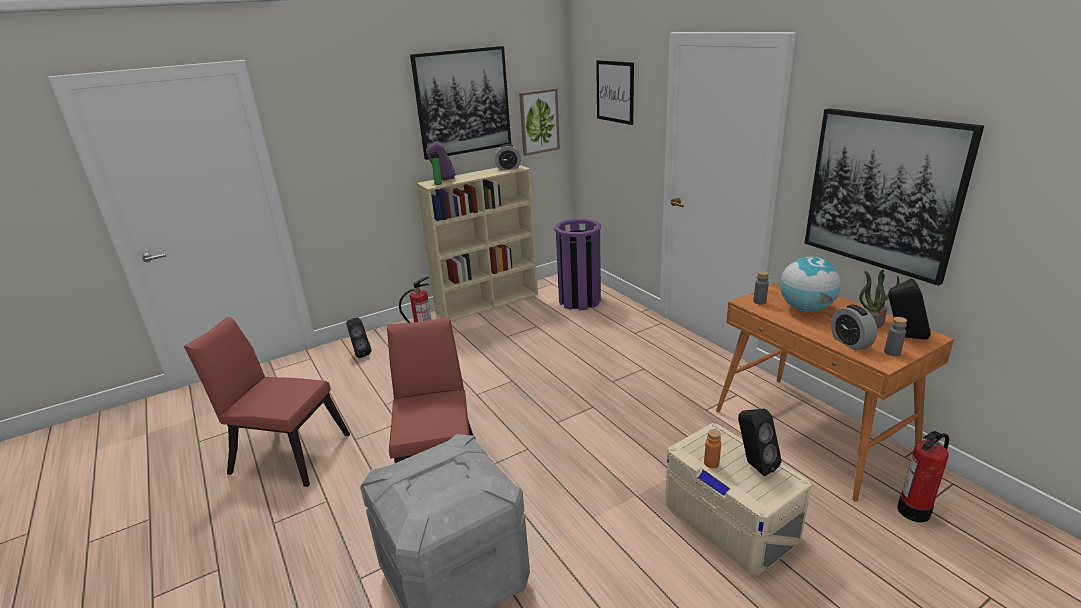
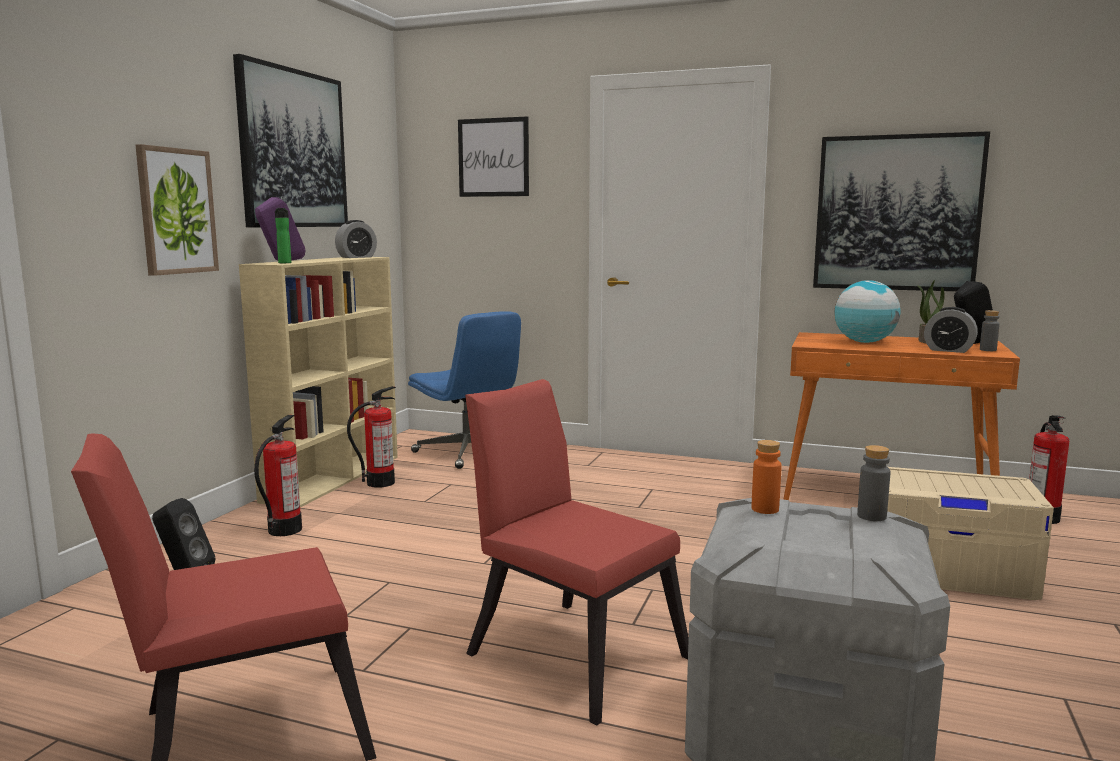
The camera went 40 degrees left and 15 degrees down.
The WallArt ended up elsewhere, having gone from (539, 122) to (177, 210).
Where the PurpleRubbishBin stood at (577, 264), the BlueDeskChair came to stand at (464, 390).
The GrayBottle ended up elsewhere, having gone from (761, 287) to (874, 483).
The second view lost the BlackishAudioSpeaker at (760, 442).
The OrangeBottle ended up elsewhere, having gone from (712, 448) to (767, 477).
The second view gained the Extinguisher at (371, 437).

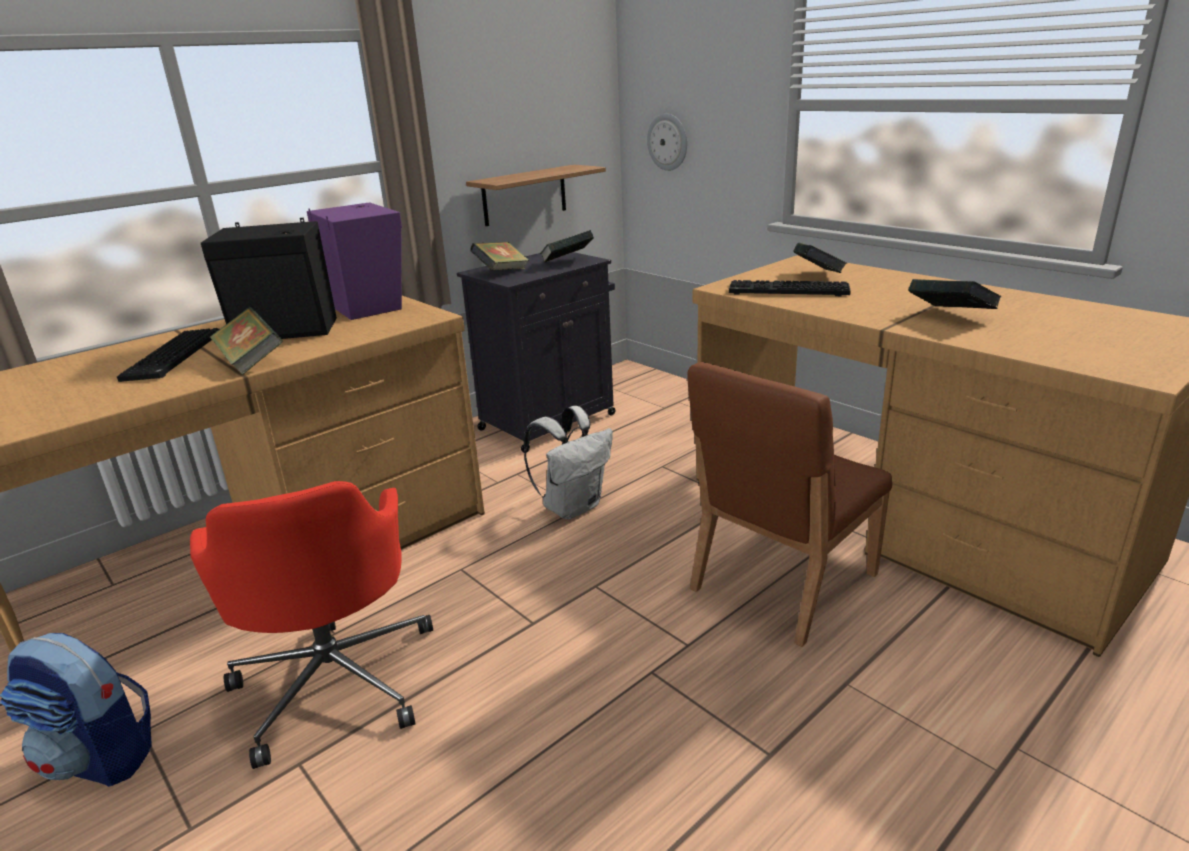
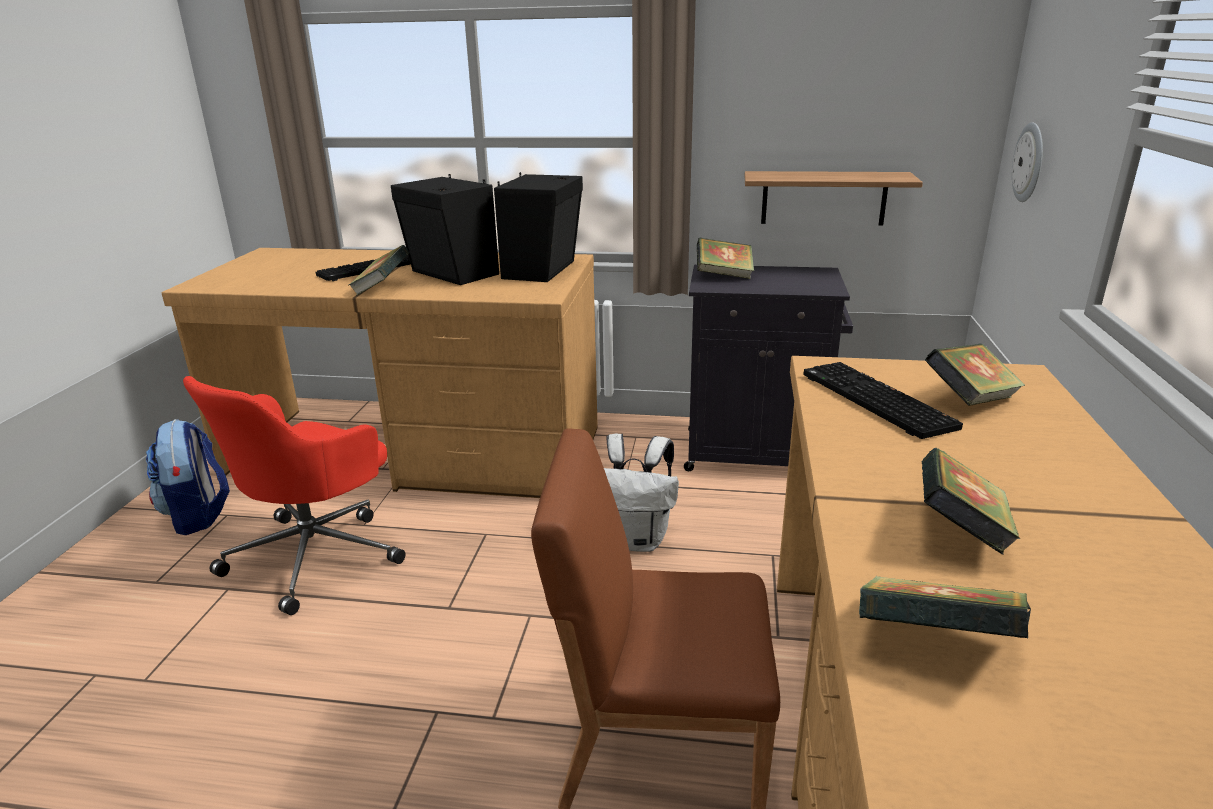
The camera went 50 degrees right and 0 degrees up.
What was the PurpleAudioSpeaker at (354, 261) turned into the BlackishAudioSpeaker at (538, 227).
The BoundBook ended up elsewhere, having gone from (567, 246) to (945, 607).

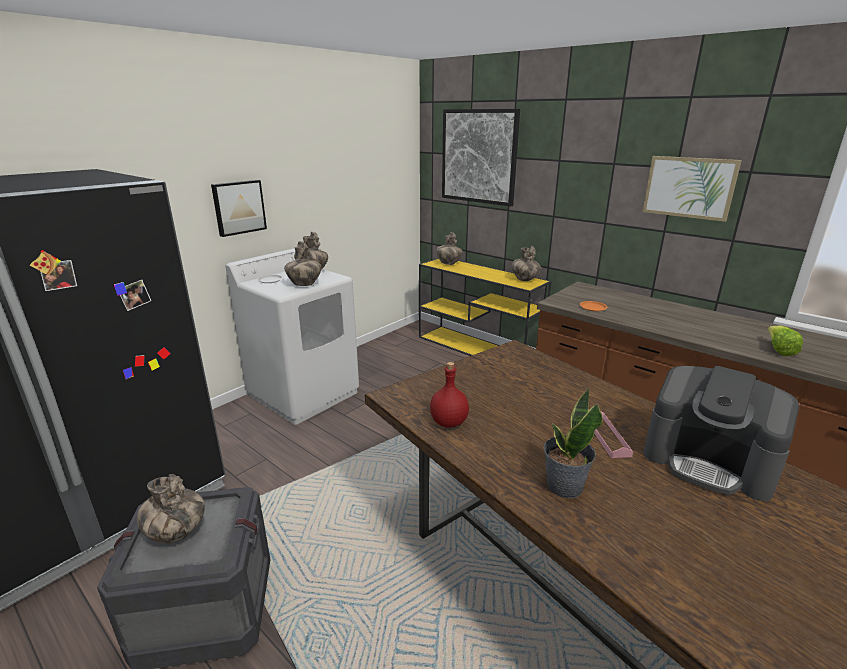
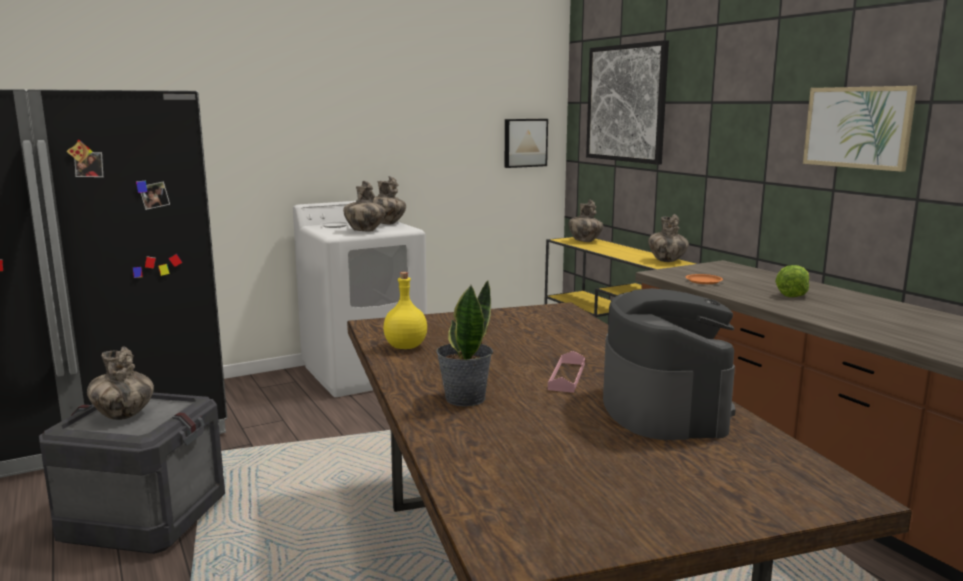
The camera went 20 degrees right and 10 degrees down.
The WallArt ended up elsewhere, having gone from (239, 208) to (526, 143).
The LettuceHead ended up elsewhere, having gone from (785, 341) to (792, 281).
What was the RedColouredBottle at (449, 395) turned into the YellowBottle at (405, 310).
The CoffeeBrewer at (721, 433) ended up facing another way, 150 degrees counterclockwise from before.

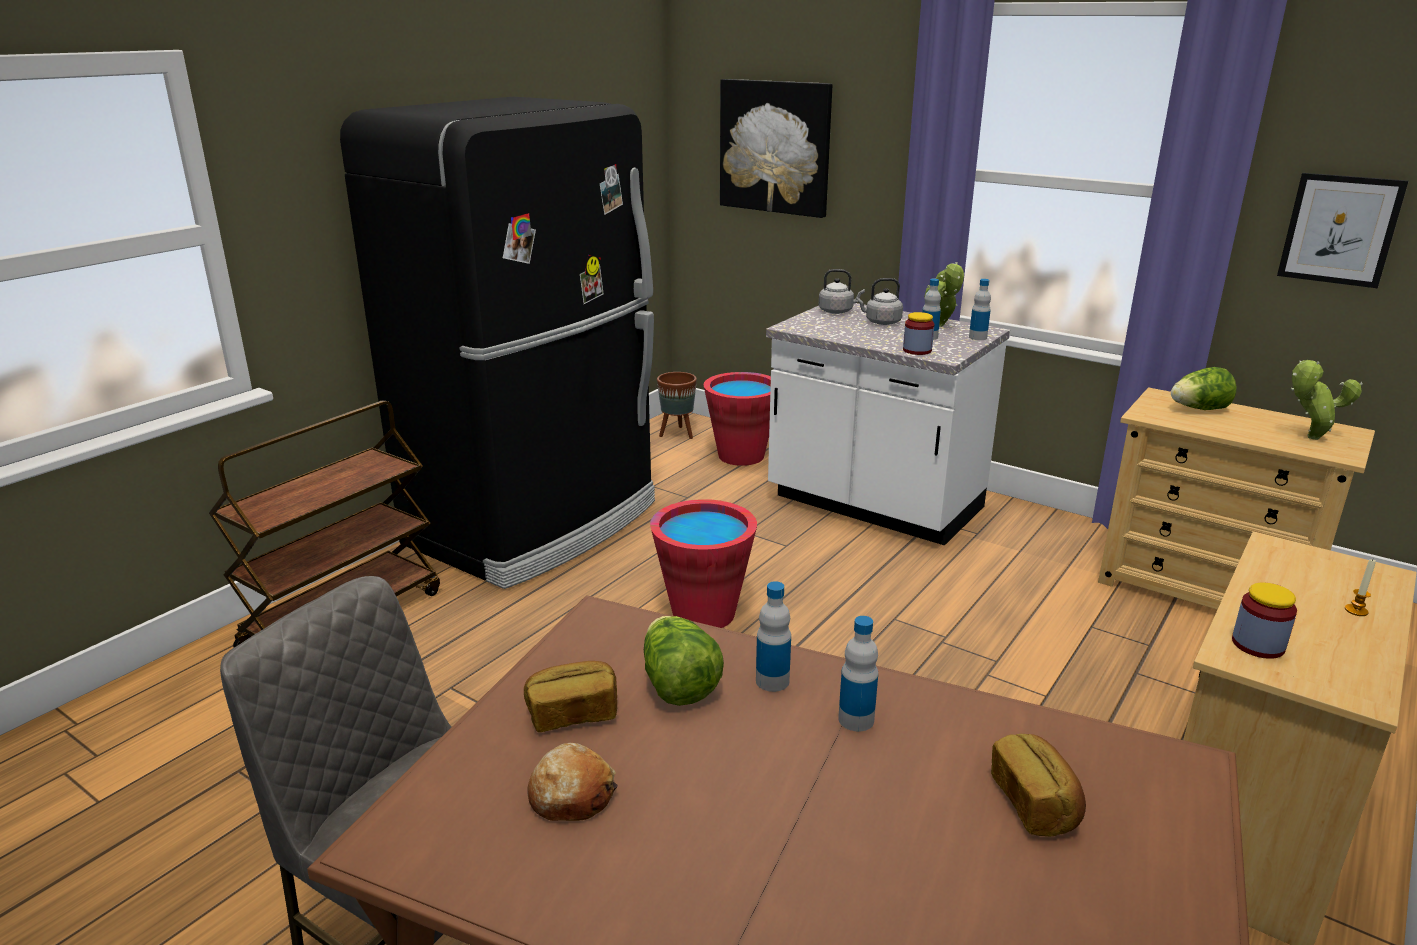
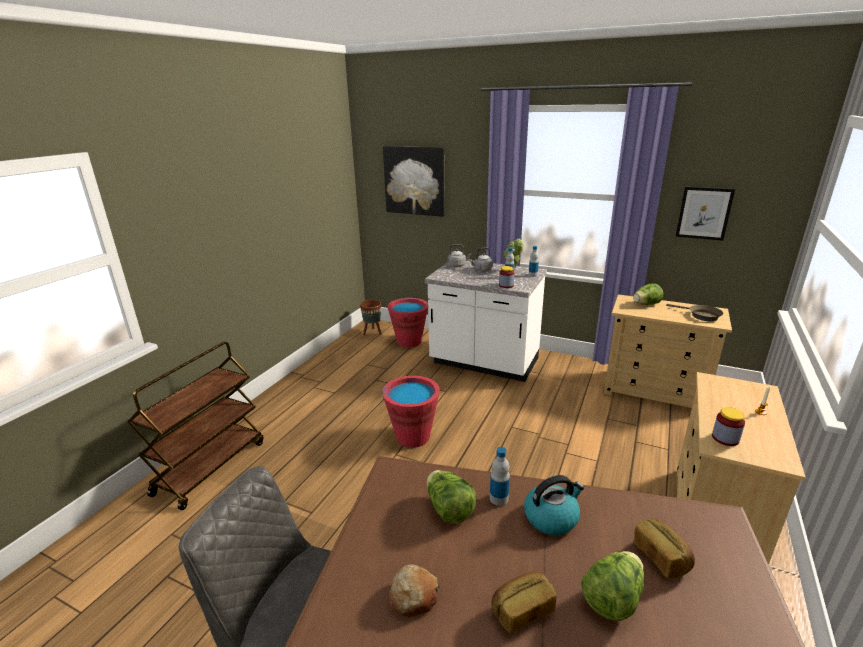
The camera went 10 degrees left and 0 degrees up.
The second view lost the BlackishRefrigerator at (497, 343).
Where the PottedPlant stood at (1327, 400), the BrownPan came to stand at (694, 312).
Where the Bottle stood at (858, 674), the Kettle came to stand at (554, 505).
The BakeryBread ended up elsewhere, having gone from (570, 696) to (524, 603).
The second view gained the LettuceHead at (612, 586).

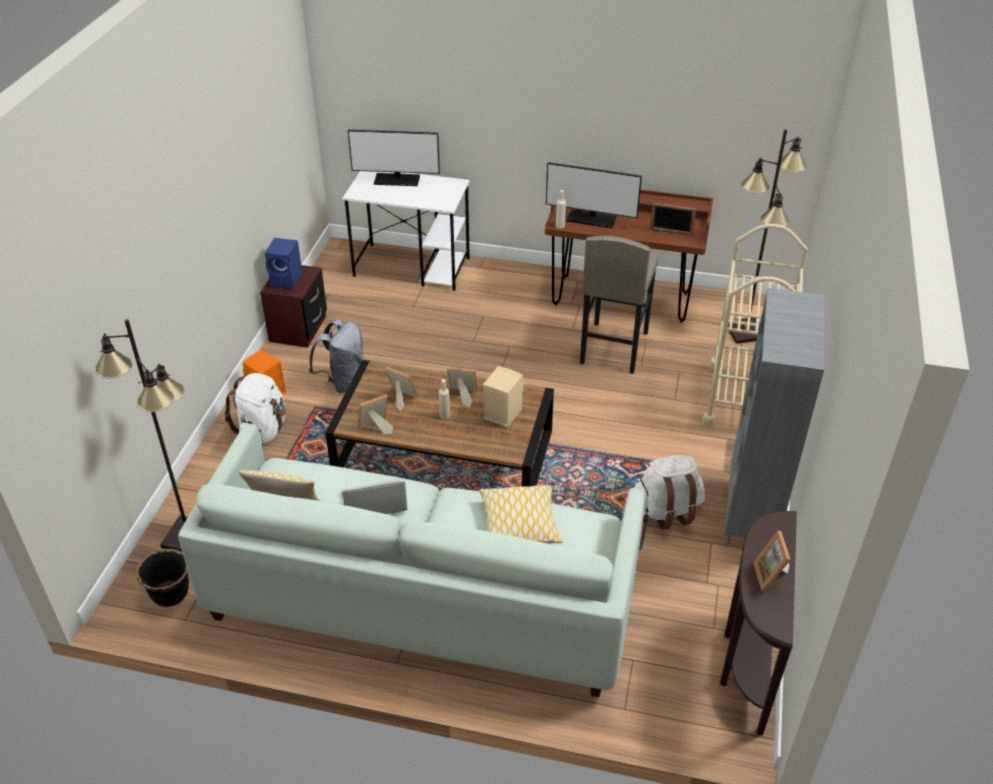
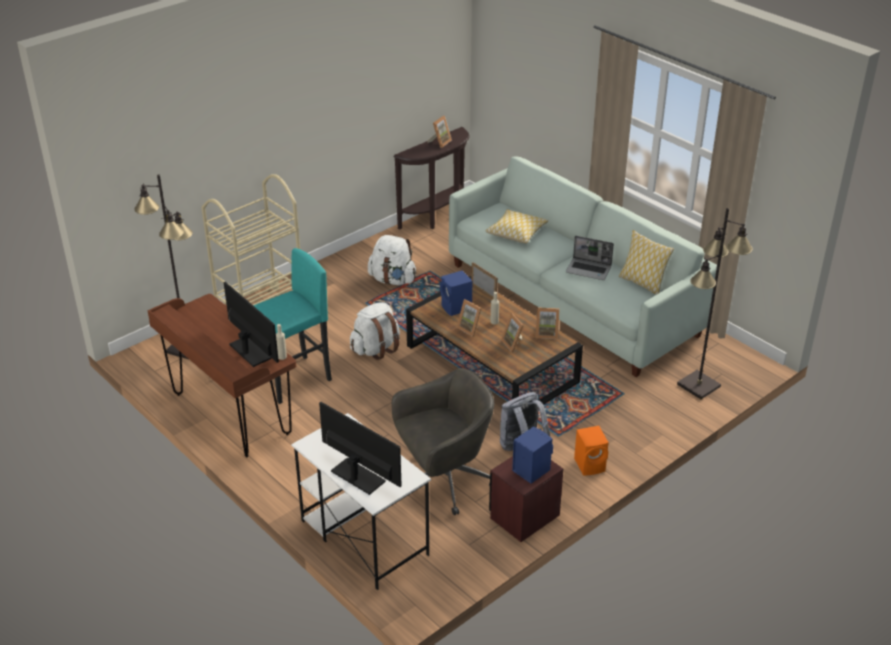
The camera went 145 degrees left and 5 degrees down.
The PictureFrame ended up elsewhere, having gone from (673, 219) to (484, 280).
What was the GraySittingStool at (619, 305) turned into the BlueGreenSittingStool at (292, 326).
The second view lost the GrayBookcase at (775, 417).
What was the BeigeAudioSpeaker at (503, 396) turned into the BlueAudioSpeaker at (456, 293).
The WhiteRucksack ended up elsewhere, having gone from (255, 408) to (375, 331).
The second view lost the BlackishPlanter at (162, 578).
The second view gained the GrayDeskChair at (443, 441).

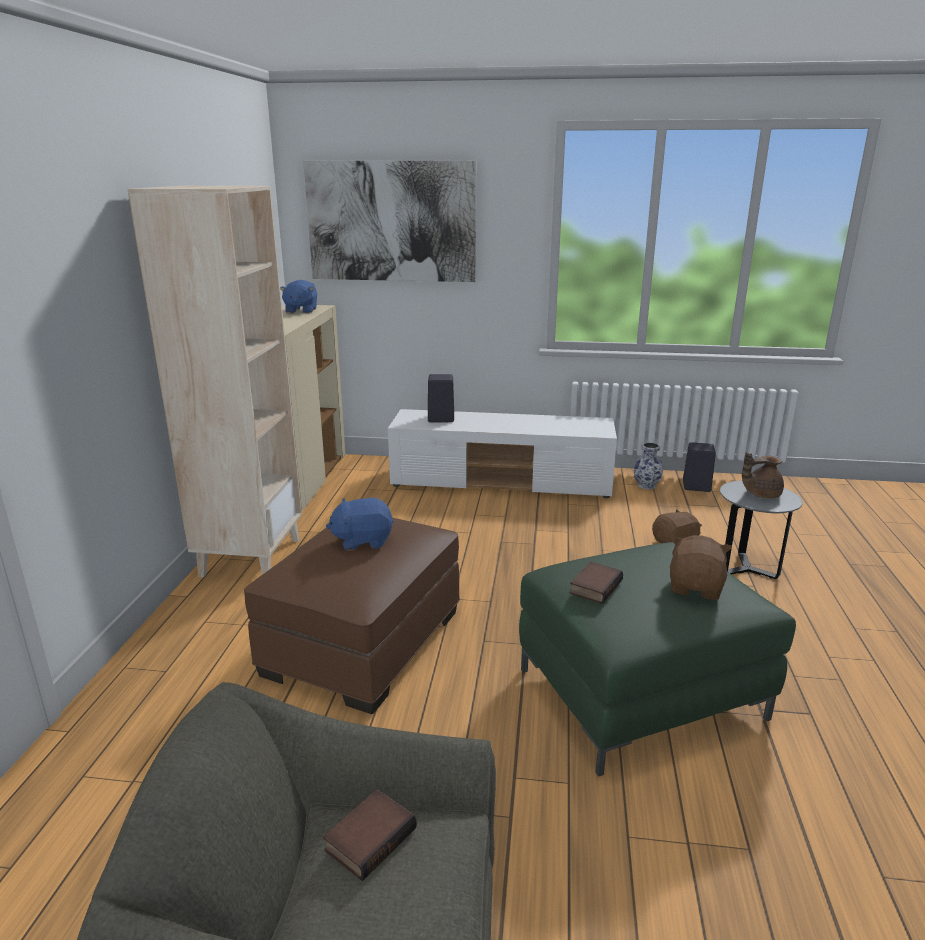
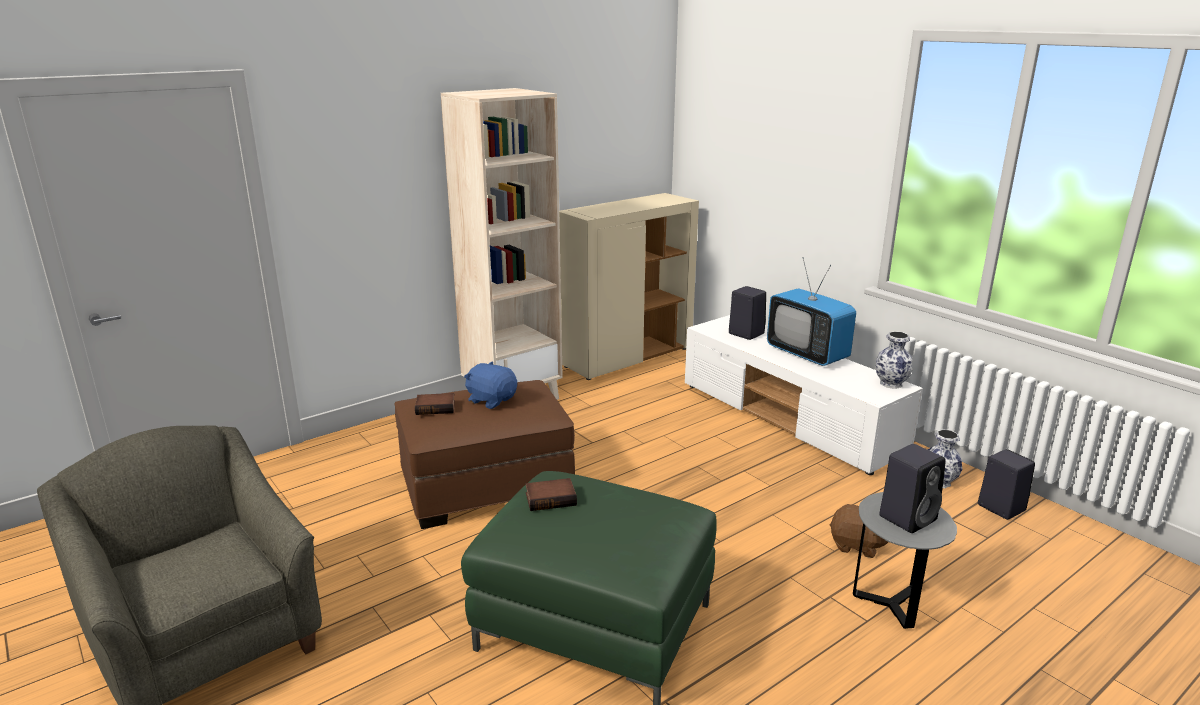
The camera went 45 degrees right and 0 degrees up.
The second view lost the WallArt at (389, 221).
The second view lost the BluePlushToy at (298, 296).
Where the BrownPotForTea stood at (763, 475), the BlackishAudioSpeaker came to stand at (912, 488).
The second view lost the BrownPlushToy at (701, 567).
The BoundBook ended up elsewhere, having gone from (370, 835) to (435, 404).
The second view gained the TvSet at (811, 311).
The second view gained the DecorativeVase at (894, 360).

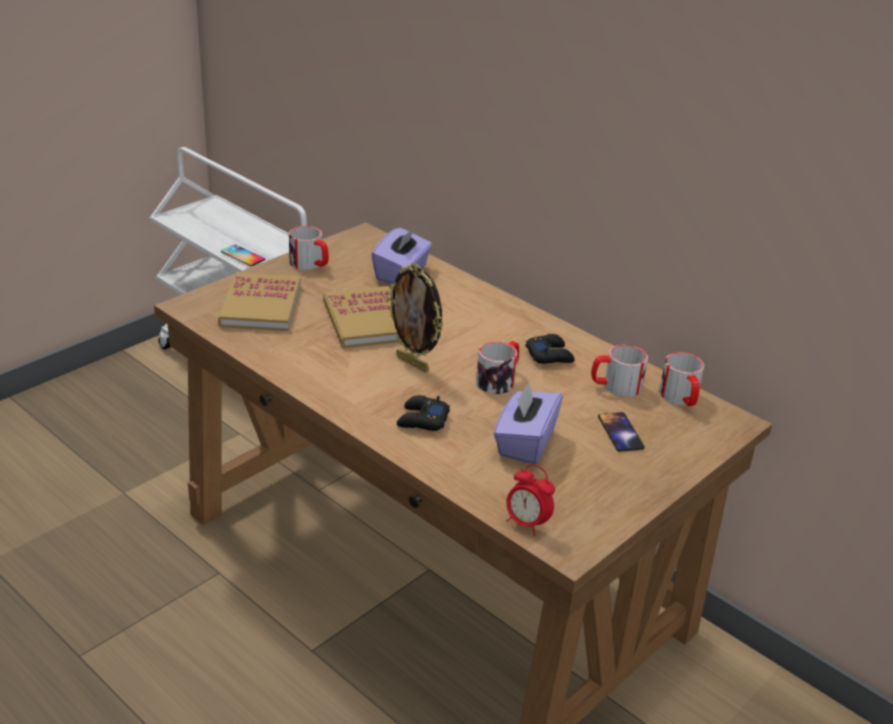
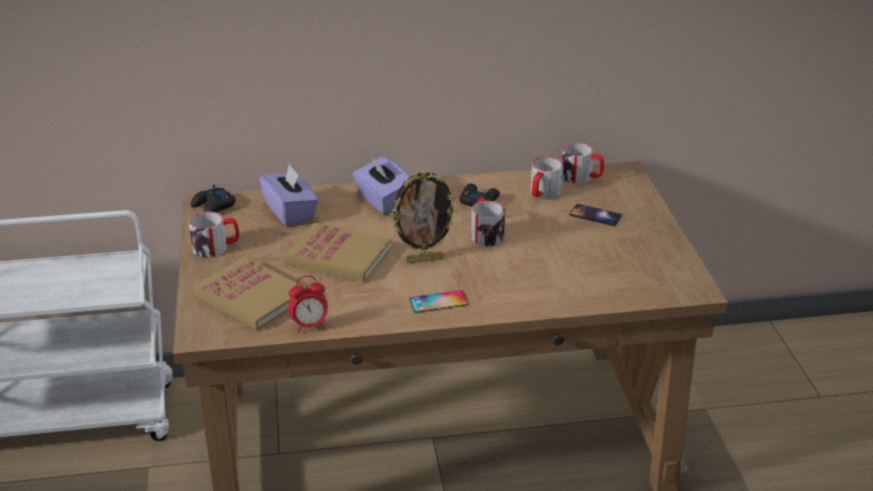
The camera went 50 degrees left and 0 degrees up.
The Phone ended up elsewhere, having gone from (243, 255) to (439, 301).
The PurpleBoxOfTissues ended up elsewhere, having gone from (528, 423) to (382, 185).
The BlackishGamepad ended up elsewhere, having gone from (423, 413) to (213, 199).
The BedsideClock ended up elsewhere, having gone from (530, 500) to (308, 304).

